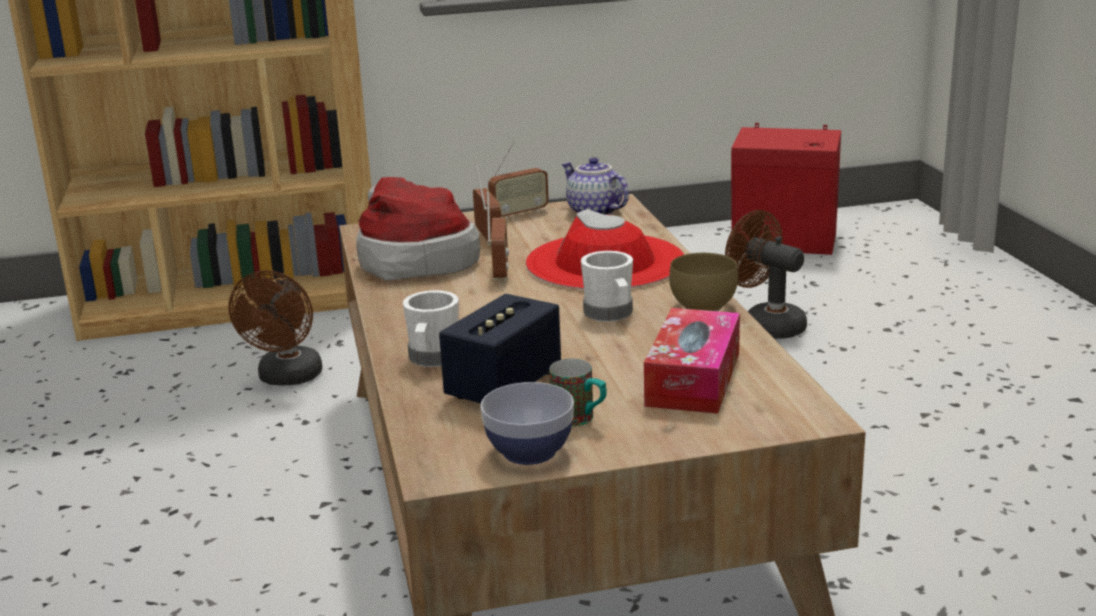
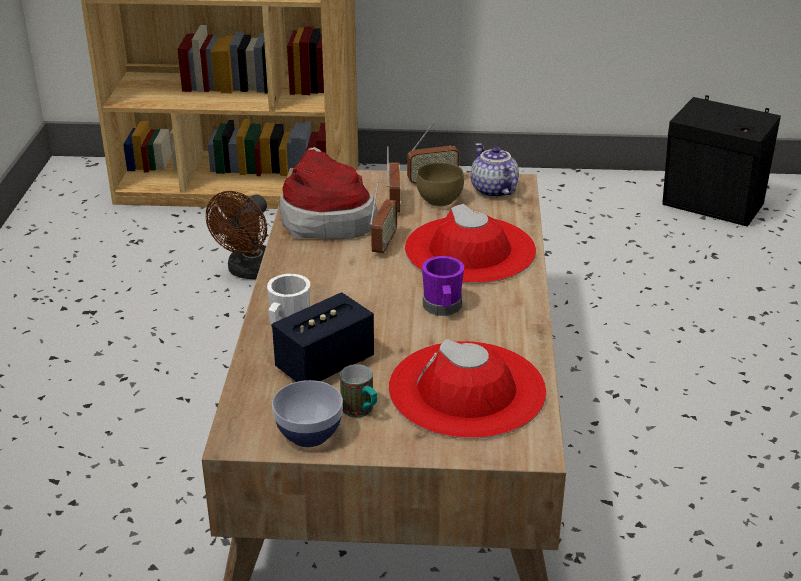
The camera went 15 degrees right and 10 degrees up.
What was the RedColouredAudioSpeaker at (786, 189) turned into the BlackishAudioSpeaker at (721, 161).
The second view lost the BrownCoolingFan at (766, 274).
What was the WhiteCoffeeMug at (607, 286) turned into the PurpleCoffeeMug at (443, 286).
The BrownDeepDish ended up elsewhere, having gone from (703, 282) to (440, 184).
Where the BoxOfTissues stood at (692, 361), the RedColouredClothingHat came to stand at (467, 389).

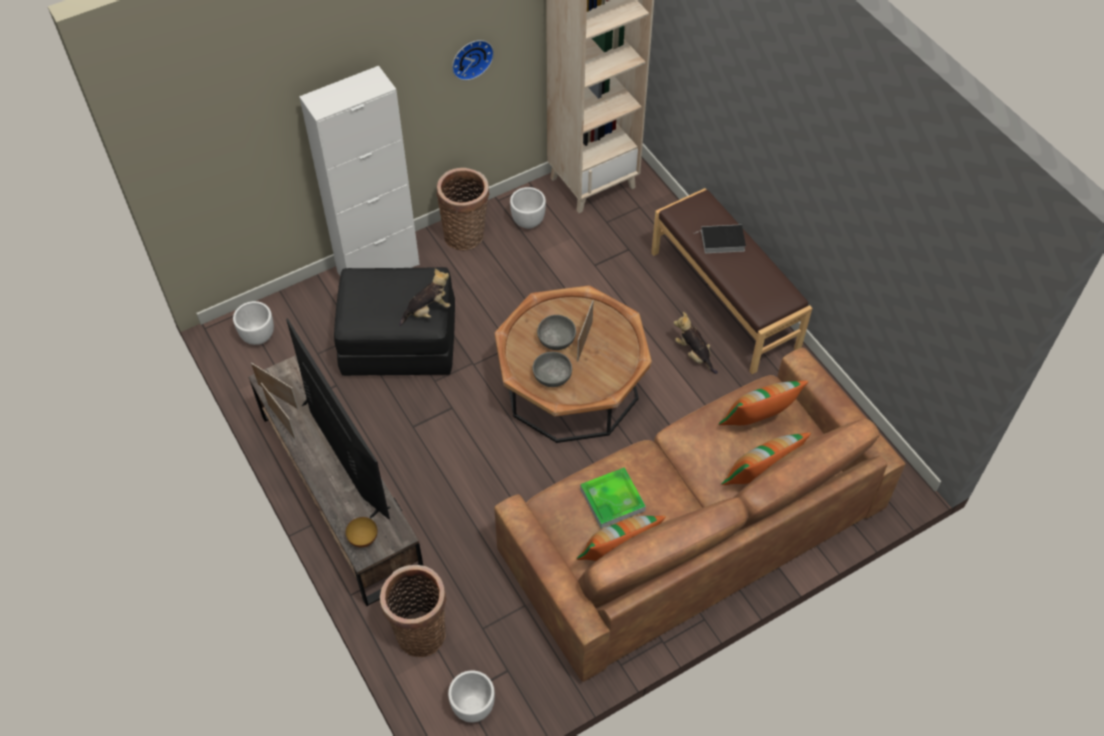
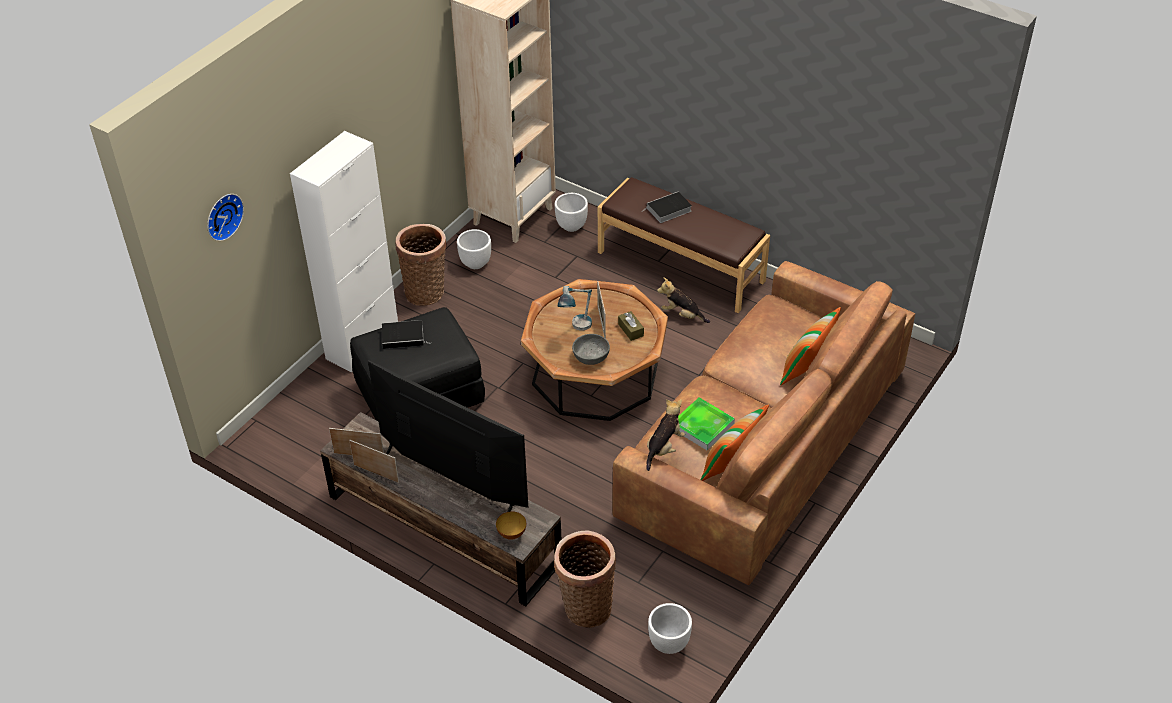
The camera went 25 degrees left and 10 degrees down.
The WallClock ended up elsewhere, having gone from (473, 60) to (225, 217).
The PlushToy ended up elsewhere, having gone from (425, 297) to (665, 435).
The WhitePlanter ended up elsewhere, having gone from (253, 323) to (571, 212).
Where the GrayDeepDish stood at (556, 332), the LampForATable came to stand at (574, 308).
The second view lost the ThrowPillow at (764, 403).
The second view gained the BrownBoxOfTissues at (631, 326).
The second view gained the BoundBook at (407, 334).

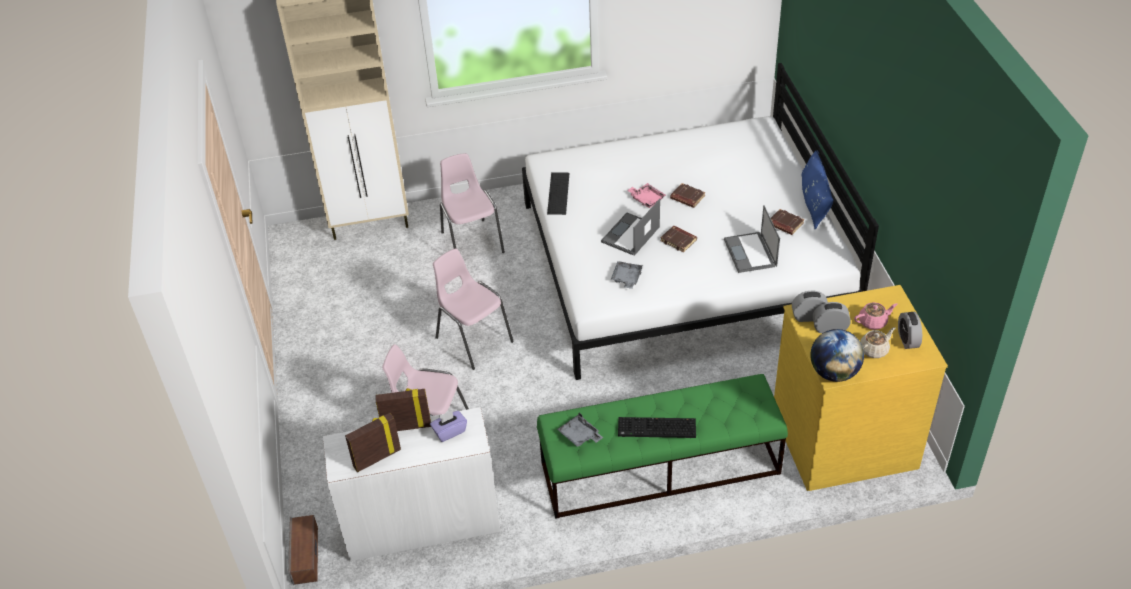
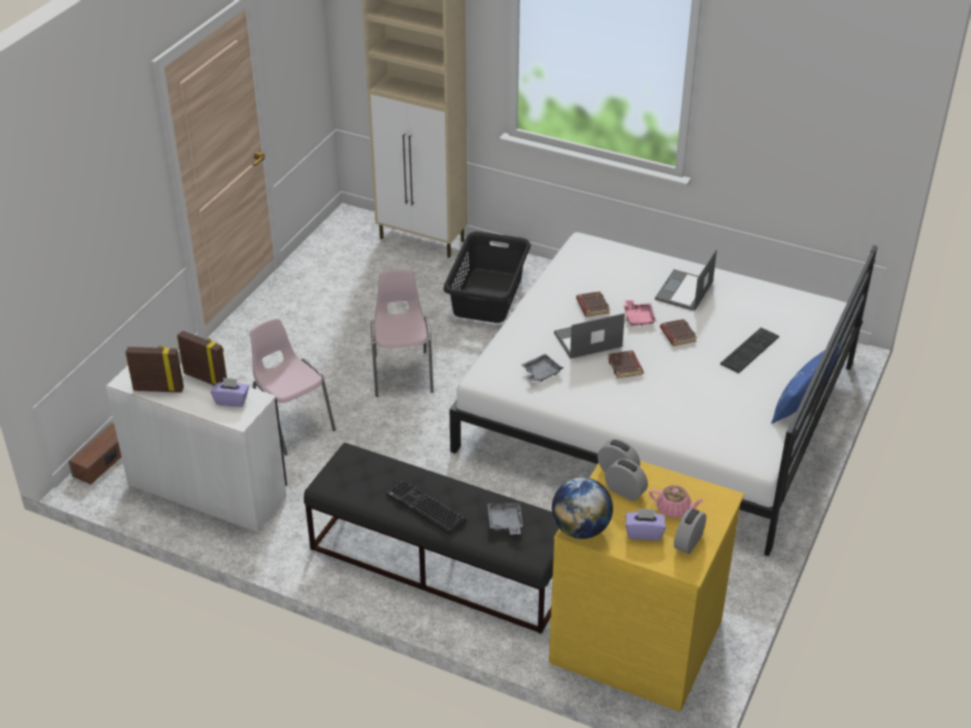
The camera went 35 degrees right and 5 degrees down.
Where the PinkChair stood at (472, 203), the BlackishWashingBasket came to stand at (487, 277).
The Keyboard ended up elsewhere, having gone from (558, 193) to (749, 350).
The NotebookComputer ended up elsewhere, having gone from (752, 239) to (686, 280).
The BrownBoundBook ended up elsewhere, having gone from (787, 222) to (593, 304).
Where the BeigePotForTea stood at (877, 342), the PurpleBoxOfTissues came to stand at (646, 524).
What was the GreenLongSeat at (662, 446) turned into the BlackishLongSeat at (431, 538).
The GrayTray ended up elsewhere, having gone from (580, 430) to (505, 518).

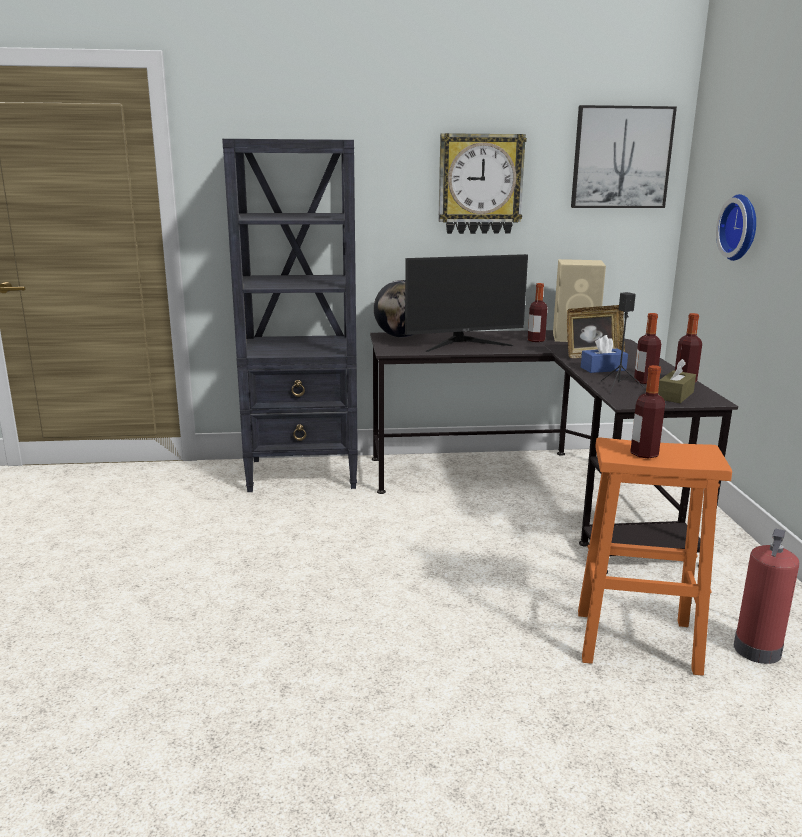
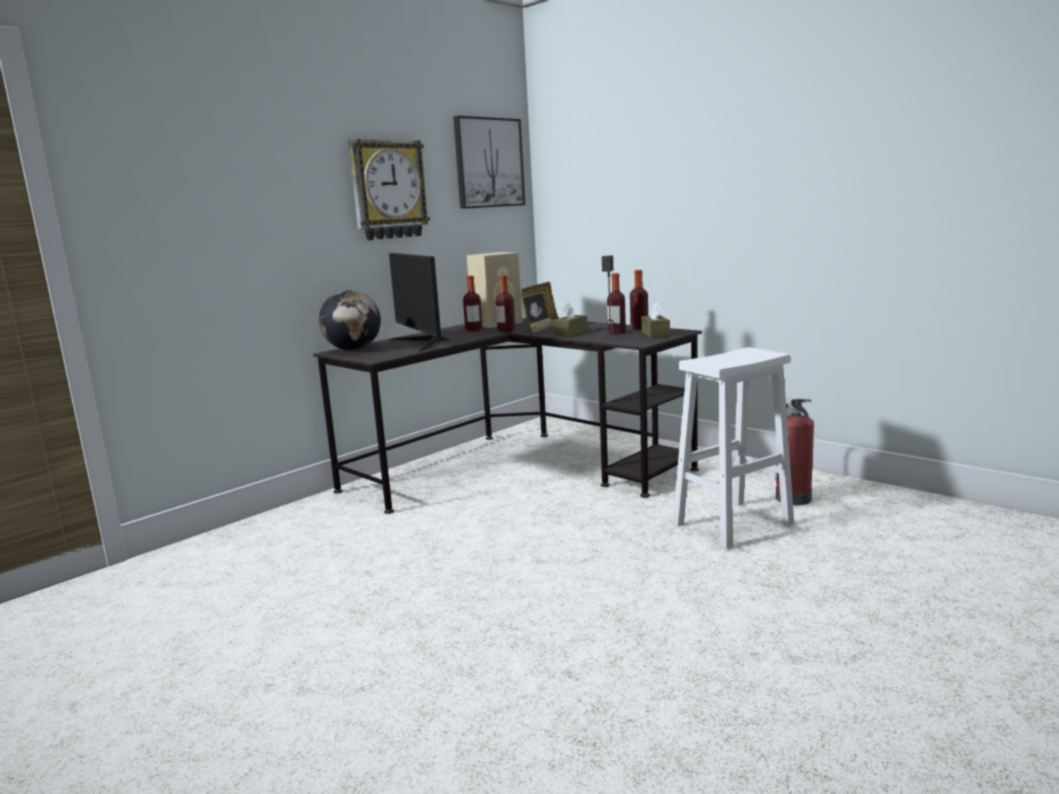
The camera went 40 degrees left and 5 degrees down.
The second view lost the BlackishBookcase at (290, 315).
The second view lost the WallClock at (736, 227).
The Monitor at (466, 303) ended up facing another way, 120 degrees clockwise from before.
What was the BlueBoxOfTissues at (604, 354) turned into the BrownBoxOfTissues at (570, 319).
The Bottle ended up elsewhere, having gone from (647, 412) to (505, 303).
What was the OrangeSittingStool at (655, 556) turned into the WhiteSittingStool at (733, 448).

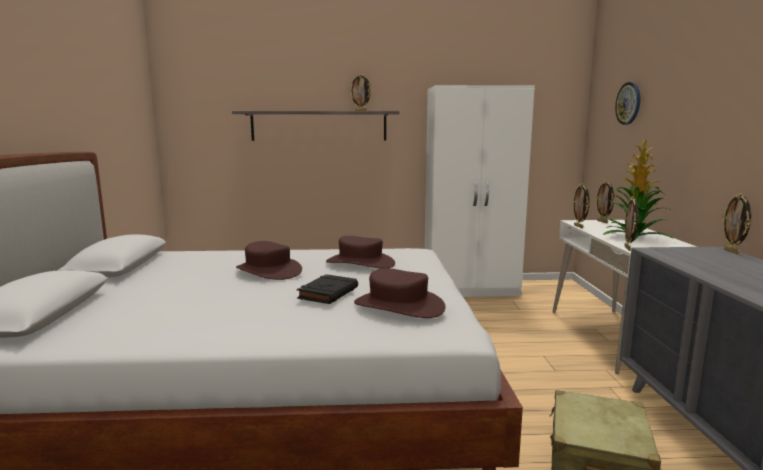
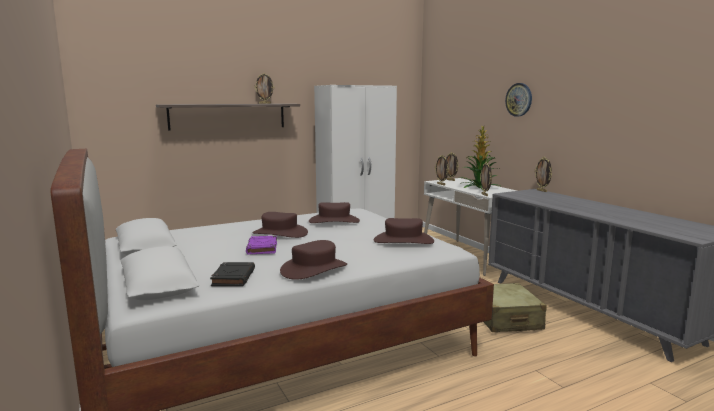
The camera went 25 degrees left and 0 degrees up.
The WallClock ended up elsewhere, having gone from (628, 103) to (518, 100).
The BlackishBoundBook ended up elsewhere, having gone from (327, 289) to (232, 274).
The second view gained the PurpleBoundBook at (261, 245).
The second view gained the BrownClothingHat at (313, 260).

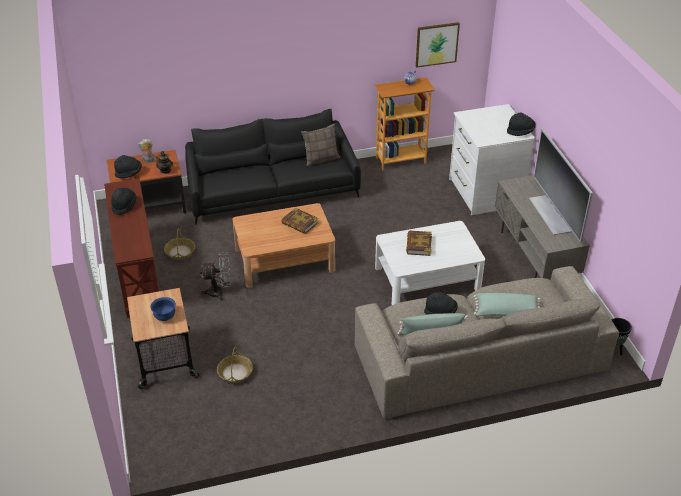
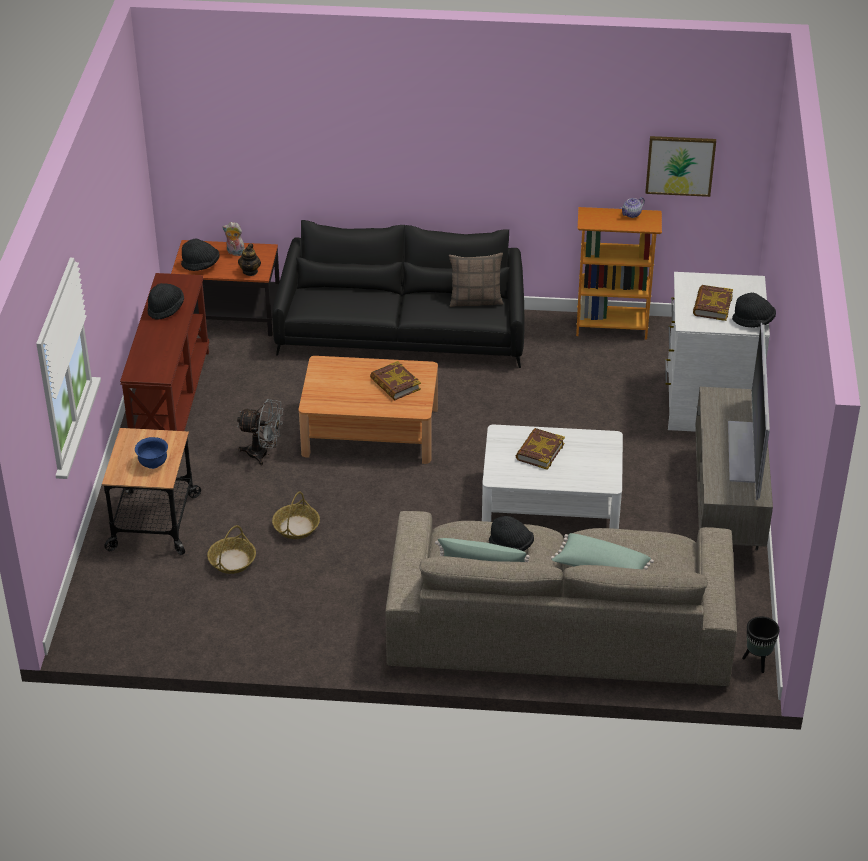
The camera went 20 degrees right and 0 degrees up.
The StorageBasket ended up elsewhere, having gone from (179, 244) to (296, 515).
The second view gained the BoundBook at (713, 303).

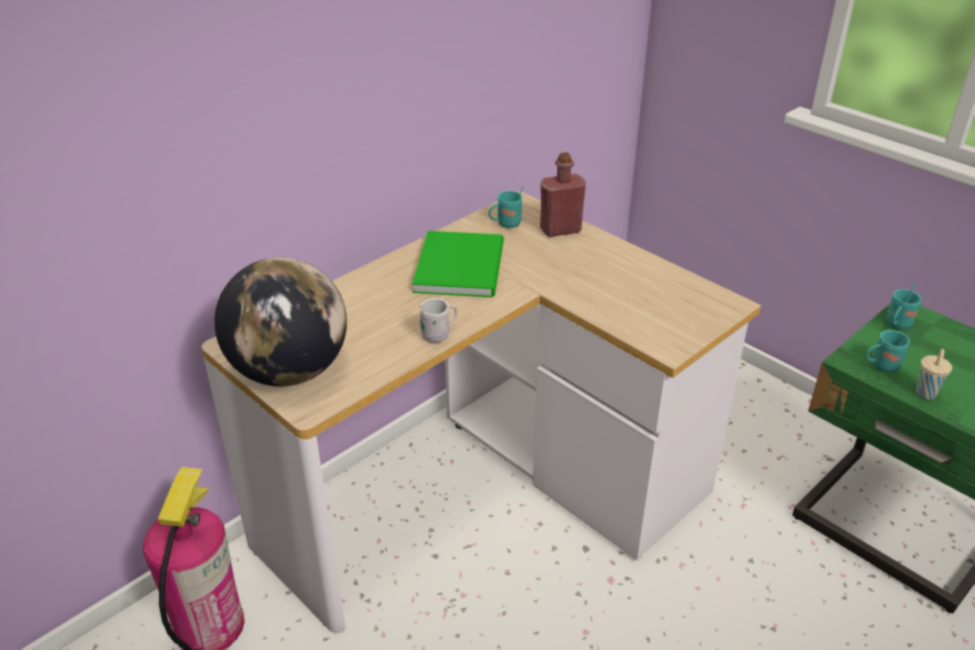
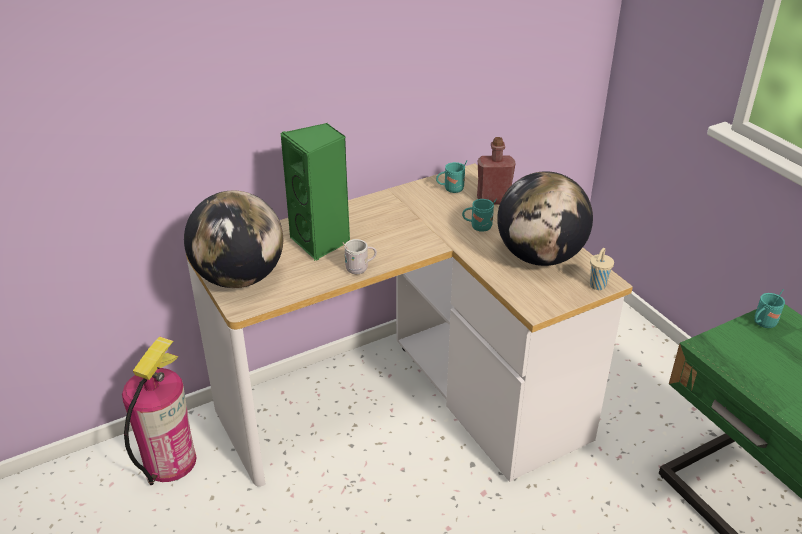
The camera went 15 degrees right and 0 degrees up.
The second view lost the GreenBoundBook at (458, 264).
The BlueGreenCoffeeMug ended up elsewhere, having gone from (889, 351) to (479, 215).
The BeigeCup ended up elsewhere, having gone from (934, 374) to (602, 269).
The second view gained the GreenAudioSpeaker at (315, 192).
The second view gained the DeskGlobe at (545, 218).

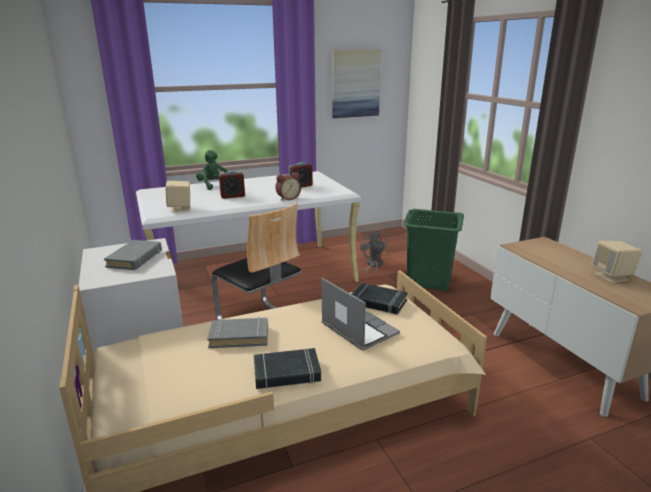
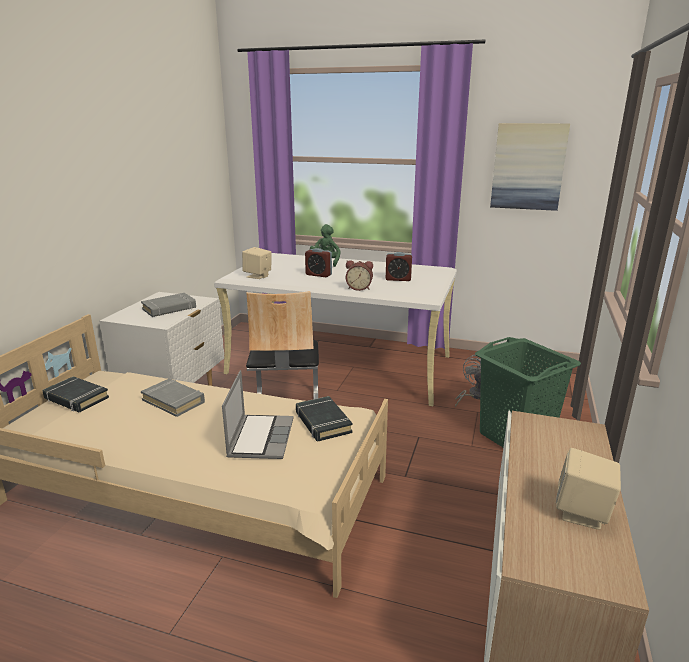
The camera went 40 degrees right and 0 degrees up.
The BlackishBoundBook ended up elsewhere, having gone from (287, 368) to (76, 394).

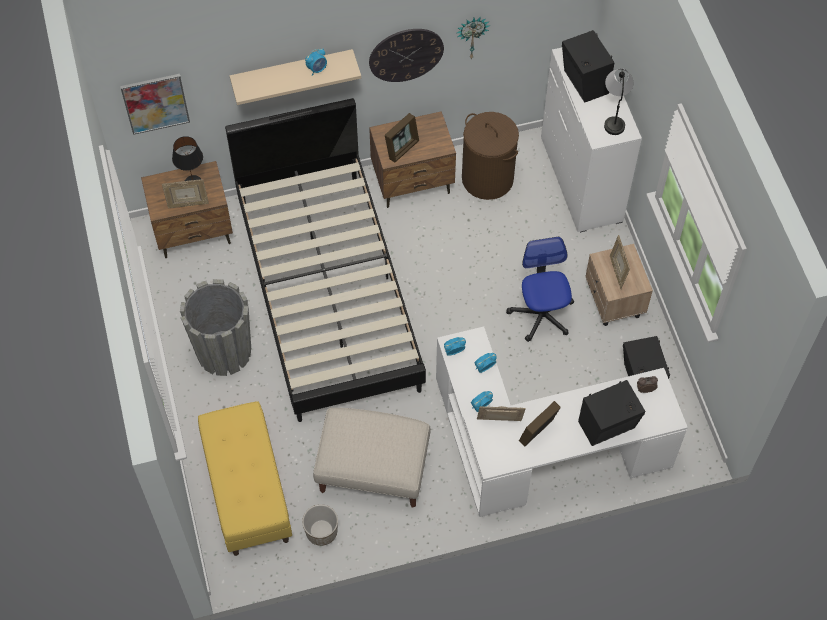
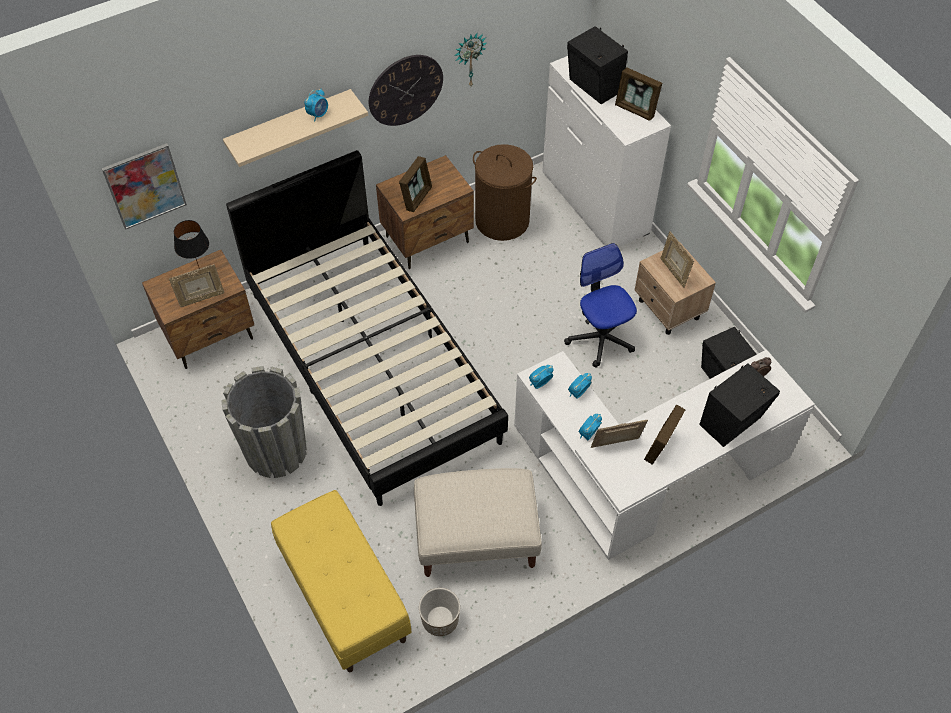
The camera went 15 degrees left and 5 degrees down.
Where the LampForATable stood at (618, 102), the PictureFrame came to stand at (638, 94).

